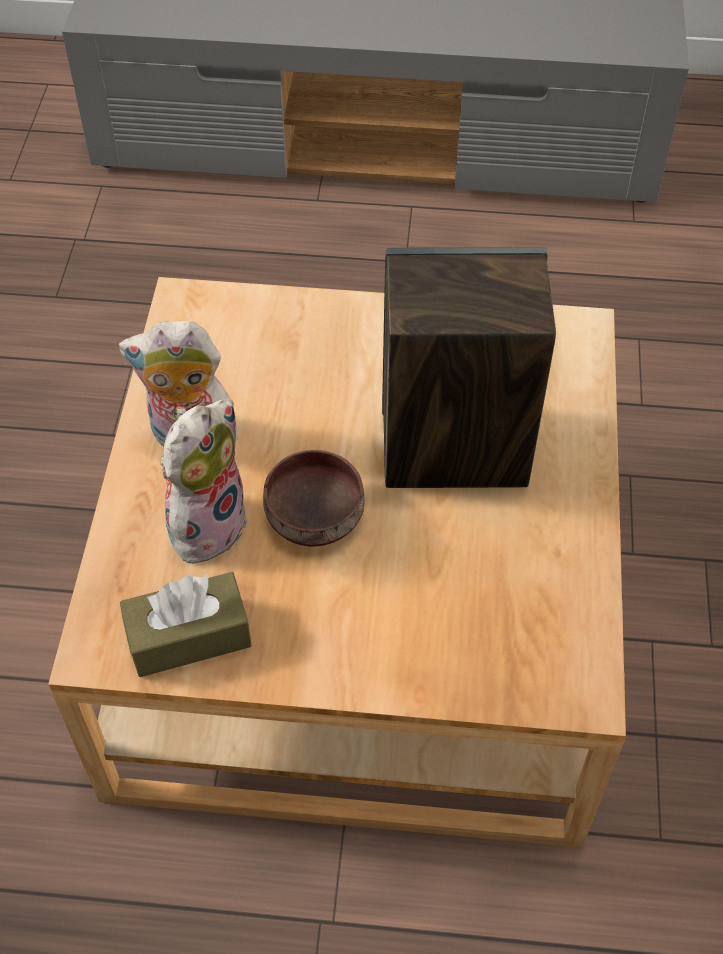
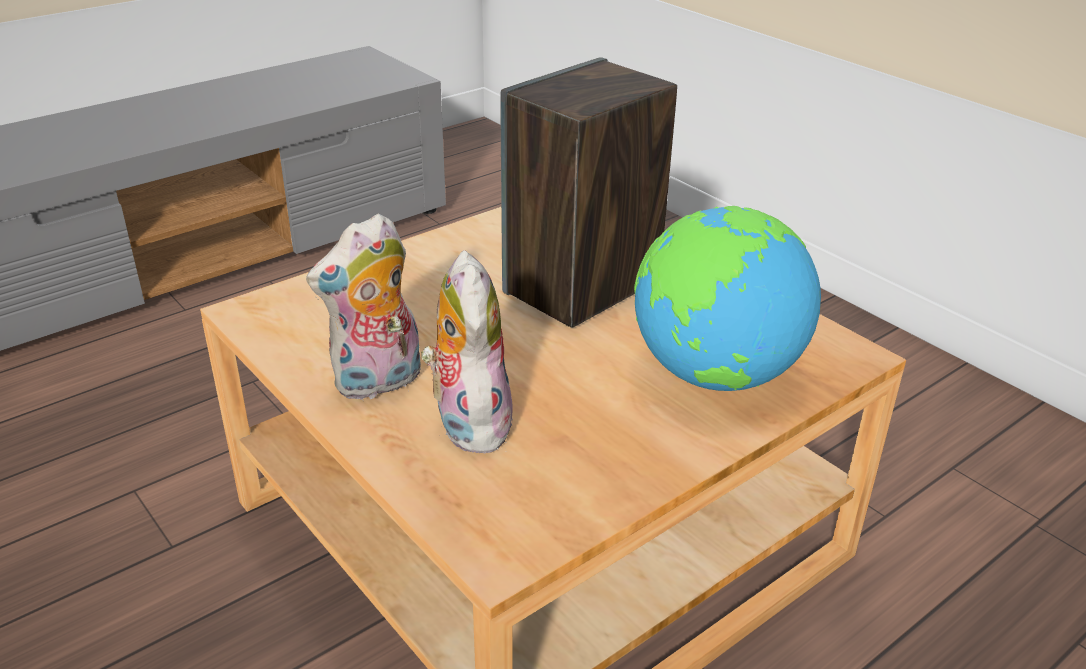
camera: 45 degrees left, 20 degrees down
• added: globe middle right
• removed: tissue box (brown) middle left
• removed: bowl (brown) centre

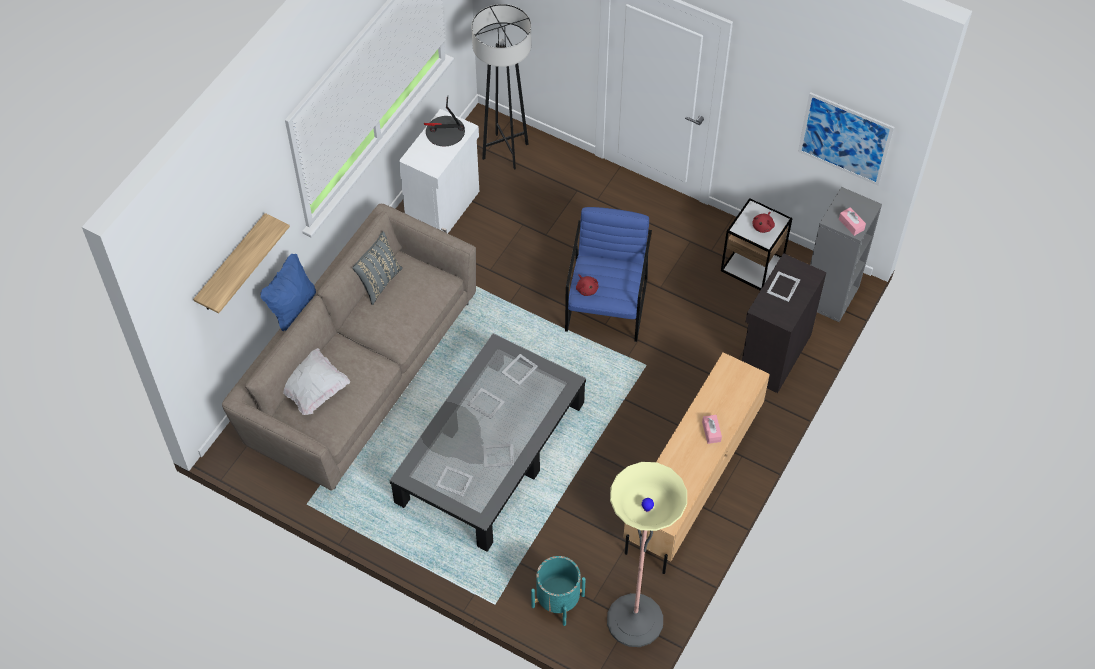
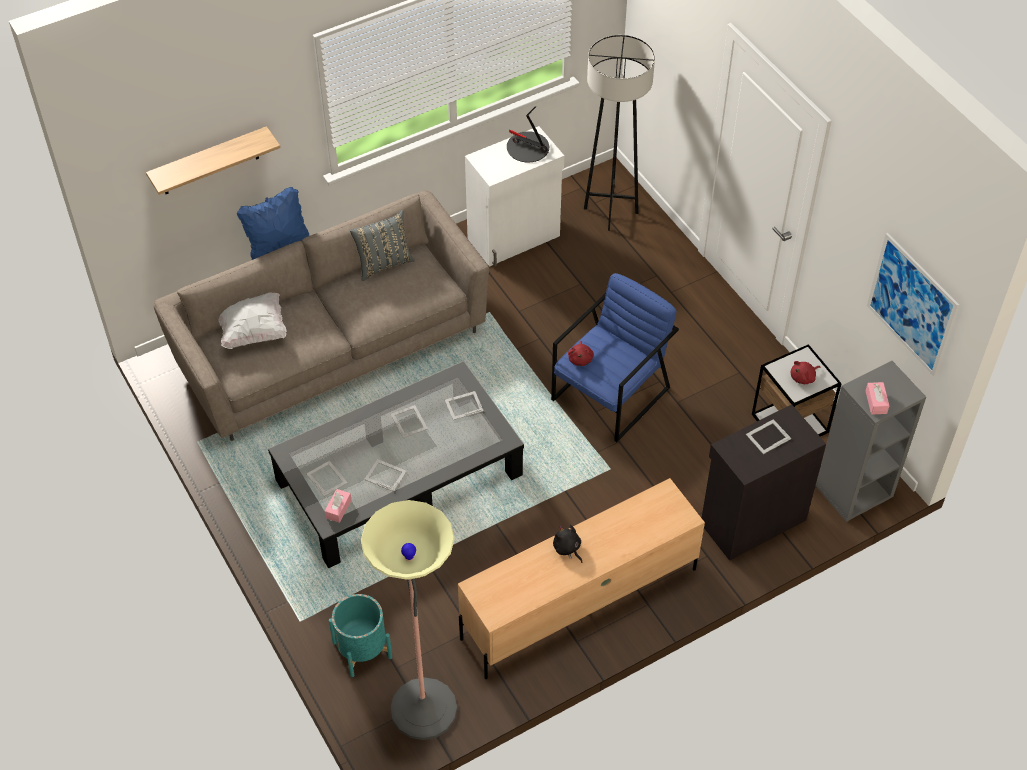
camera: 30 degrees right, 5 degrees down
• moved: tissue box (pink) (1st from left) centre to middle left
• added: plush toy (black) bottom centre

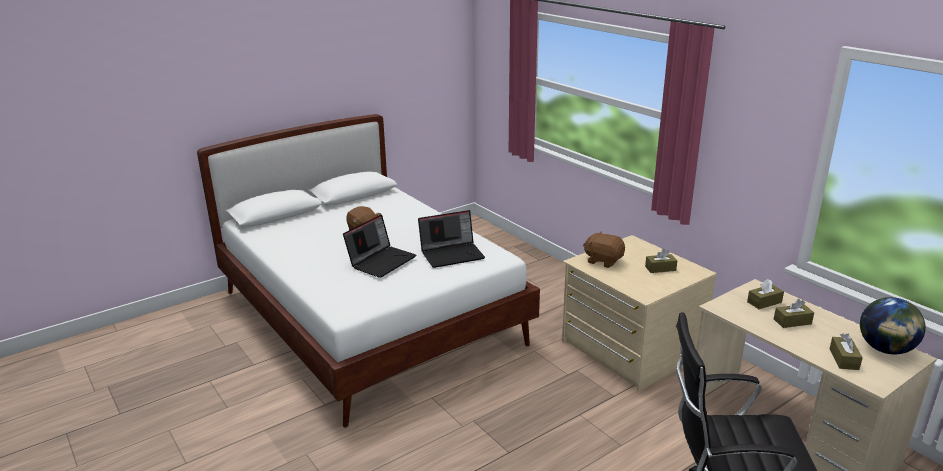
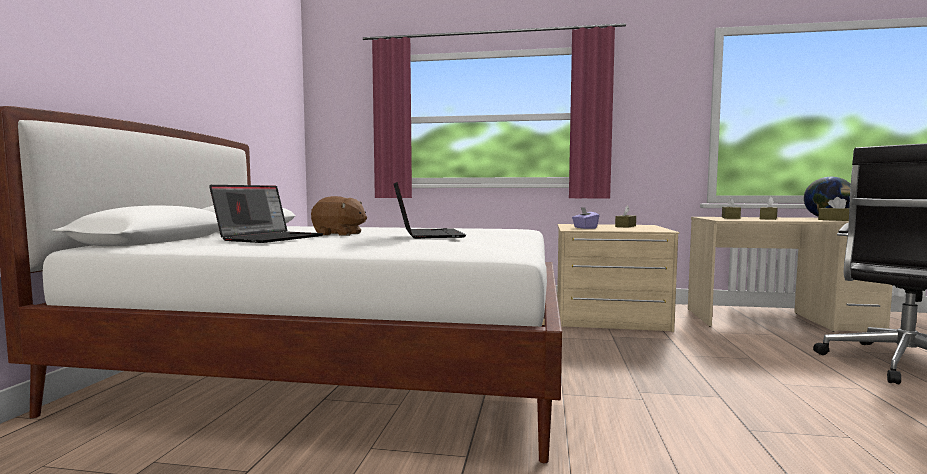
camera: 45 degrees left, 20 degrees down
• moved: laptop (2nd from left in the first image) centre to laptop (1st from left) middle left
• replaced: plush toy (brown) (2nd from left) centre to tissue box (purple) centre

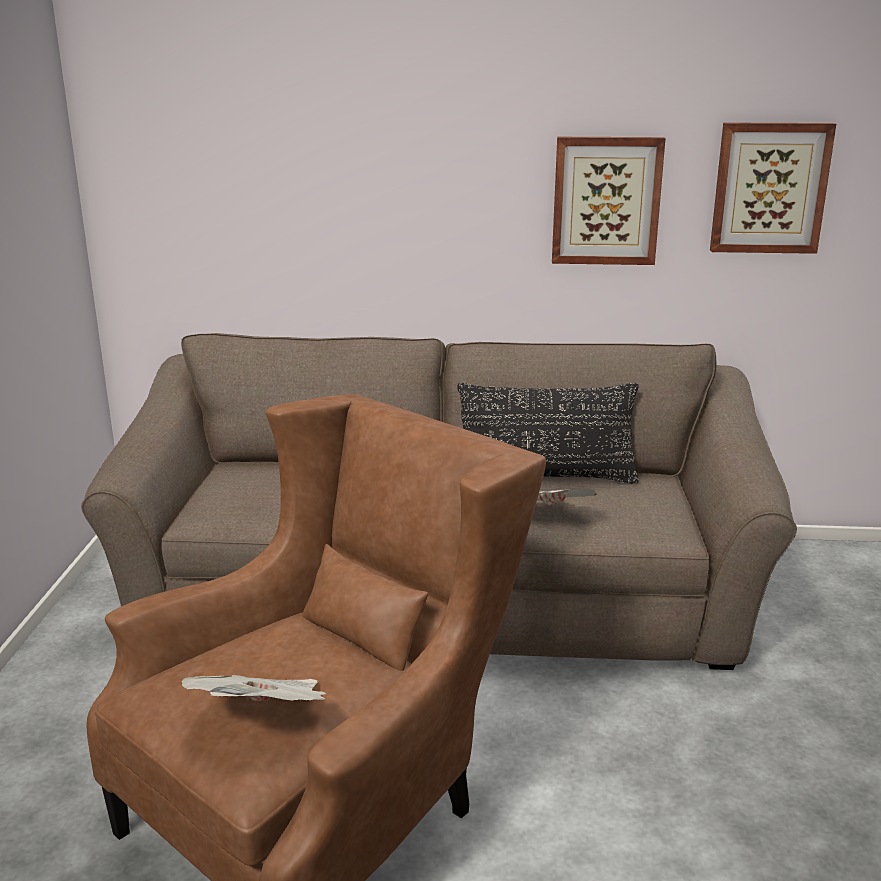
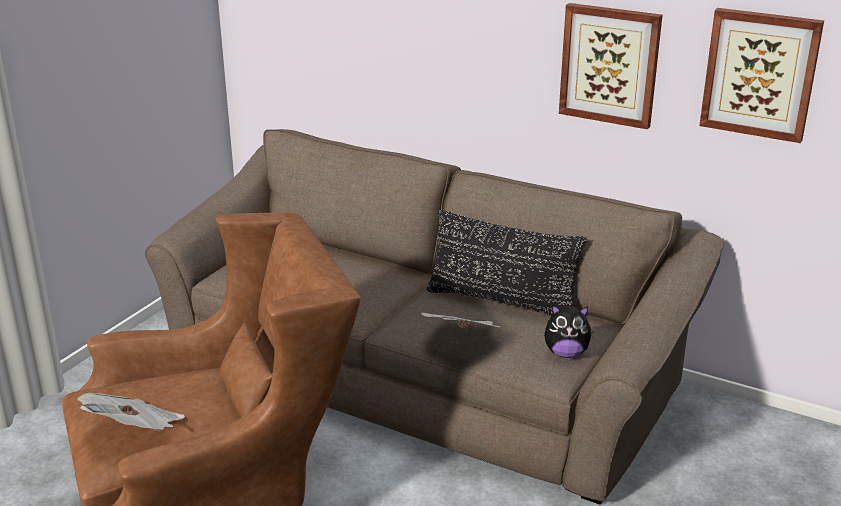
camera: 25 degrees right, 5 degrees up
• added: plush toy middle right

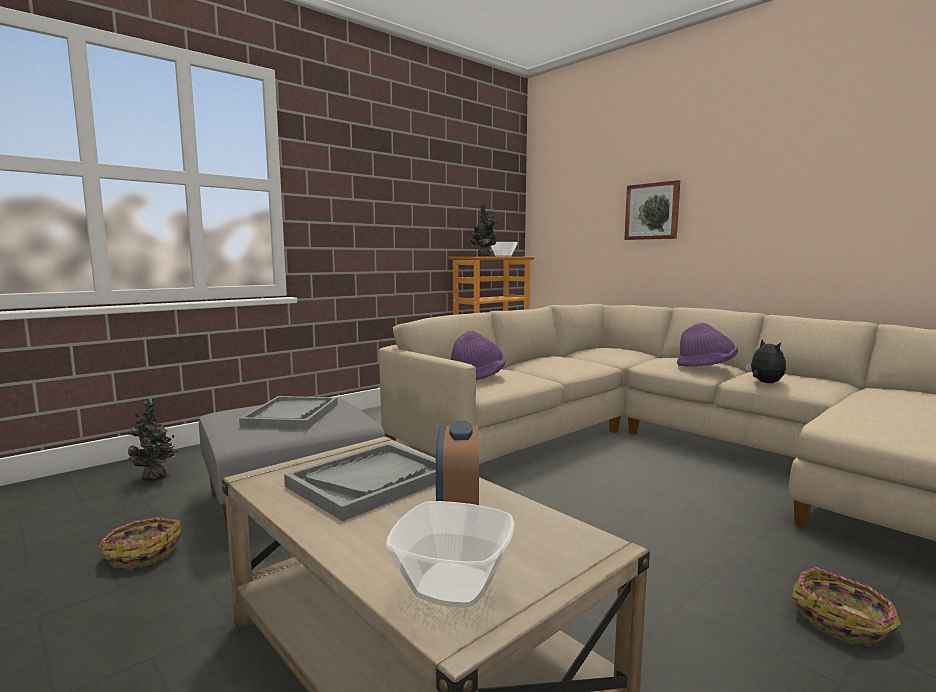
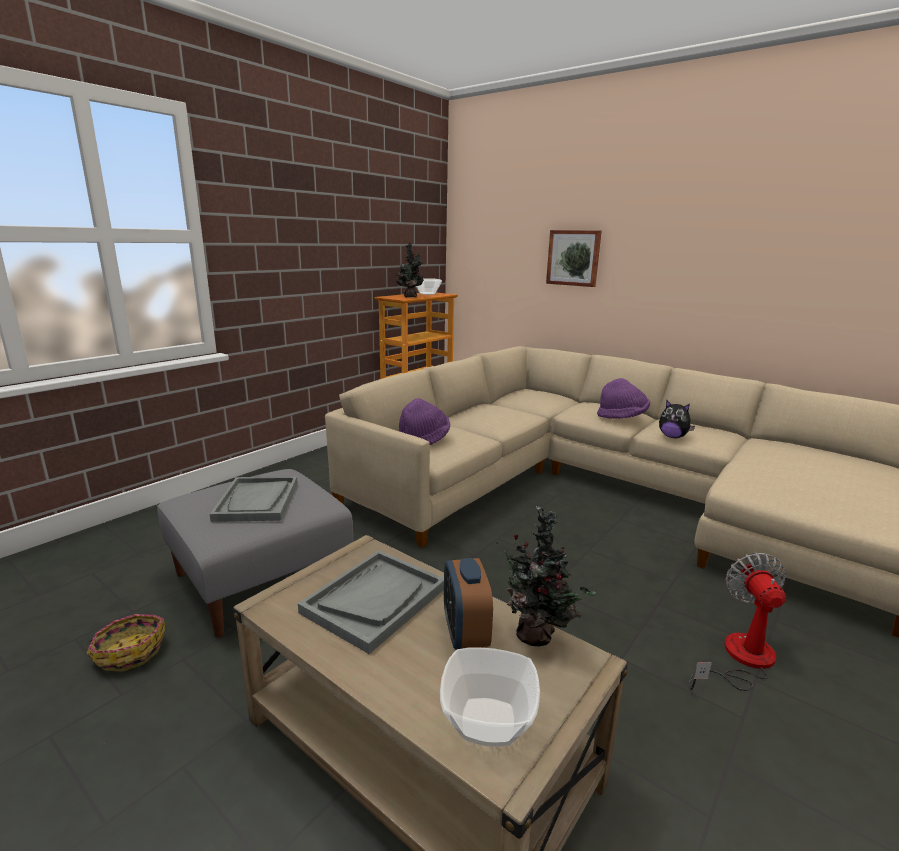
camera: 10 degrees left, 10 degrees up
• moved: potted plant (1st from left in the first image) middle left to potted plant (2nd from left) bottom centre
• turned: plush toy middle right = middle right 150 degrees clockwise
• replaced: basket (2nd from left) bottom right to fan bottom right

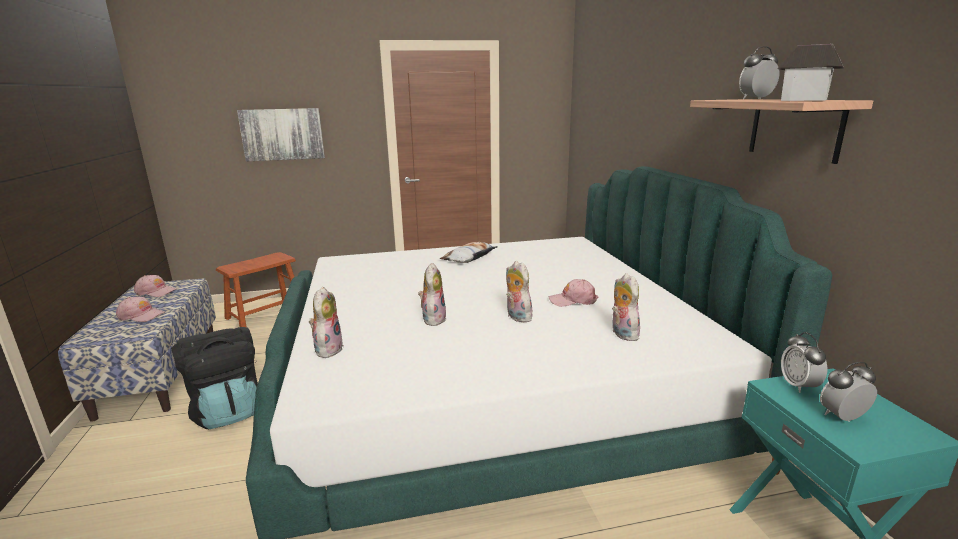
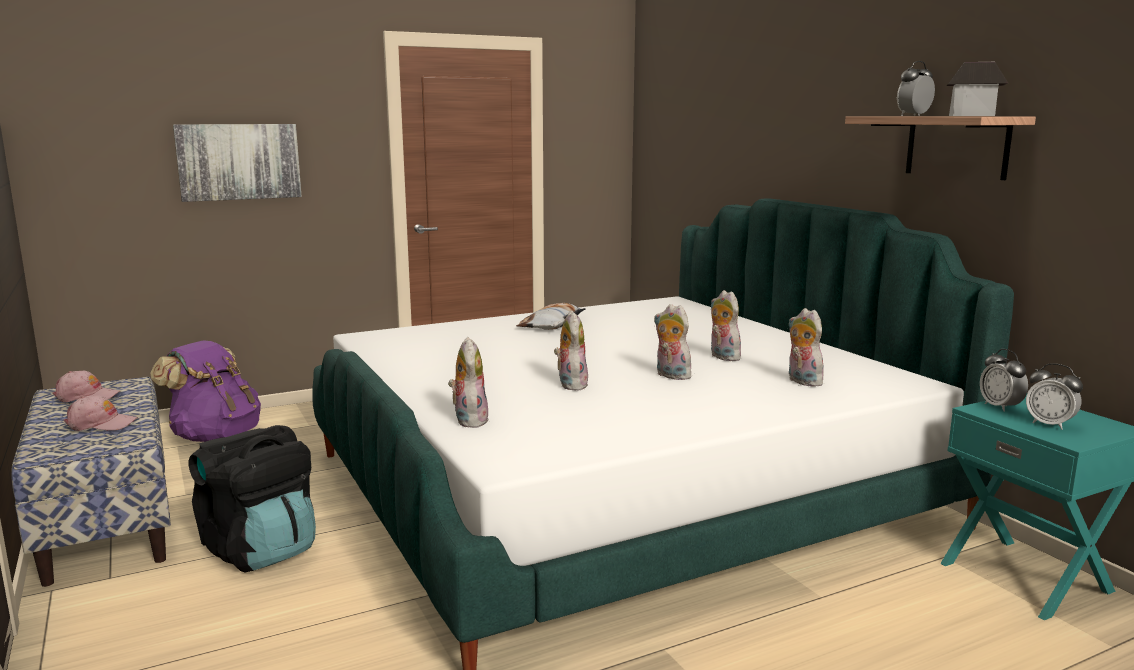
camera: 15 degrees left, 5 degrees down
• replaced: stool (brown) middle left to backpack (purple) middle left
• replaced: cap (pink) (3rd from left) centre to plush toy (4th from left) centre
• turned: alarm clock (3rd from left) bottom right = middle right 105 degrees counterclockwise

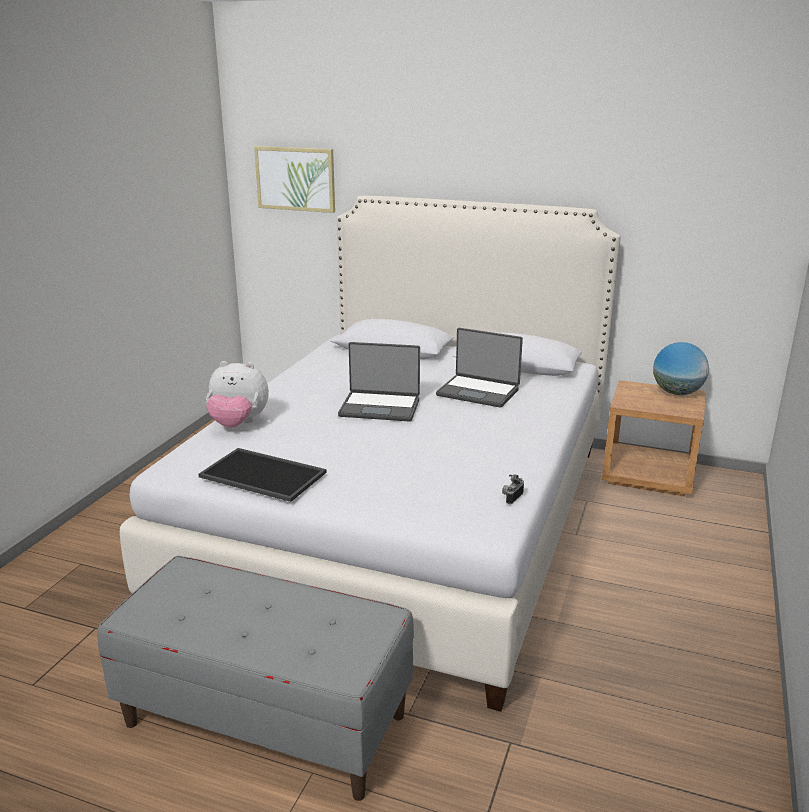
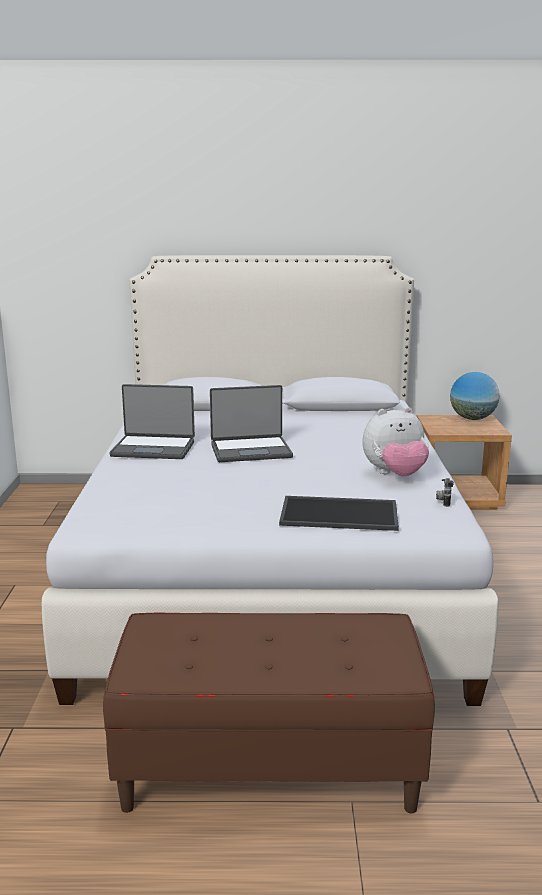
camera: 20 degrees left, 5 degrees down
• recoloured: bench (grey) bottom left to bench (brown) bottom centre
• moved: laptop (2nd from left in the first image) centre to laptop (1st from left) middle left
• moved: tray middle left to centre
• moved: plush toy middle left to middle right
• removed: picture top centre

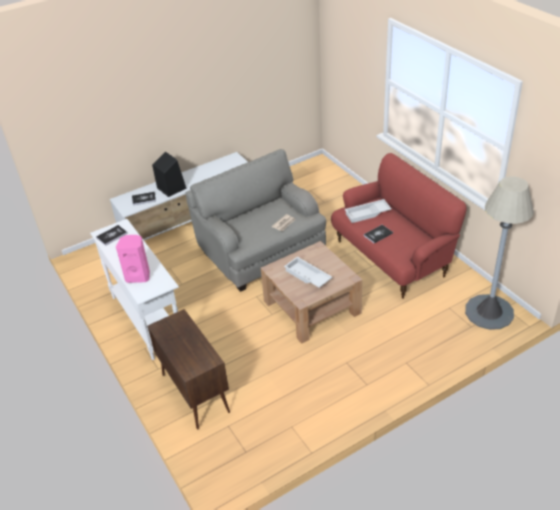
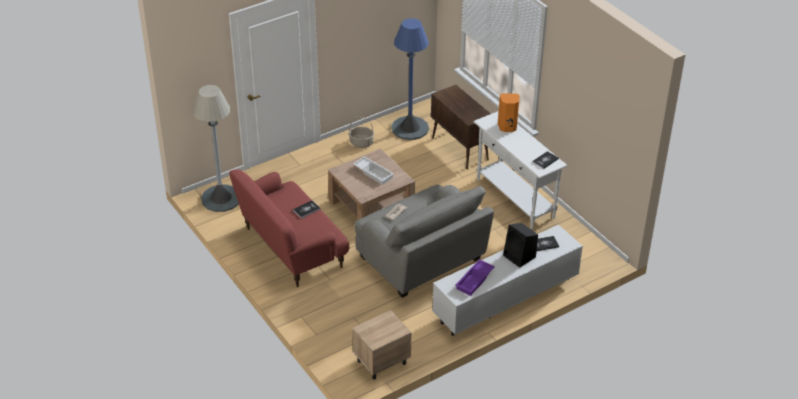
camera: 175 degrees right, 0 degrees up
• added: basket top centre
• added: nightstand (beige) bottom centre
• added: floor lamp (blue) top centre
• added: tray (purple) bottom centre
• recoloured: speaker (pink) middle left to speaker (orange) top centre
• removed: tray (white) (2nd from left) centre

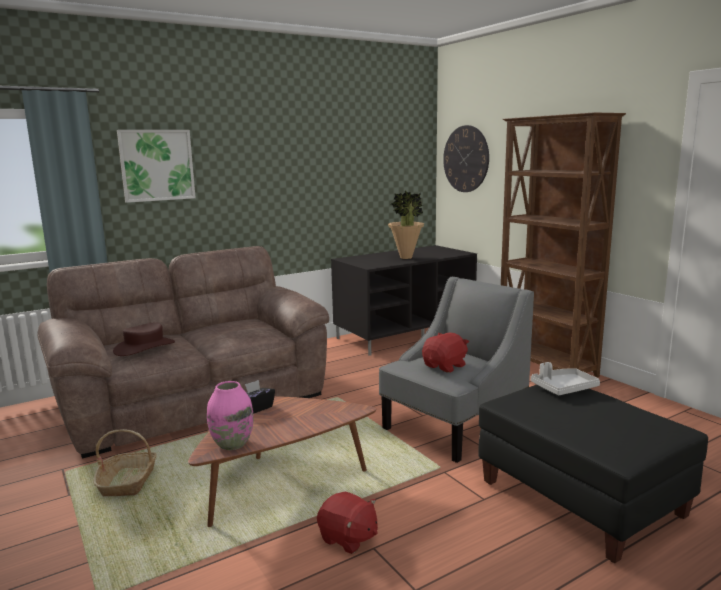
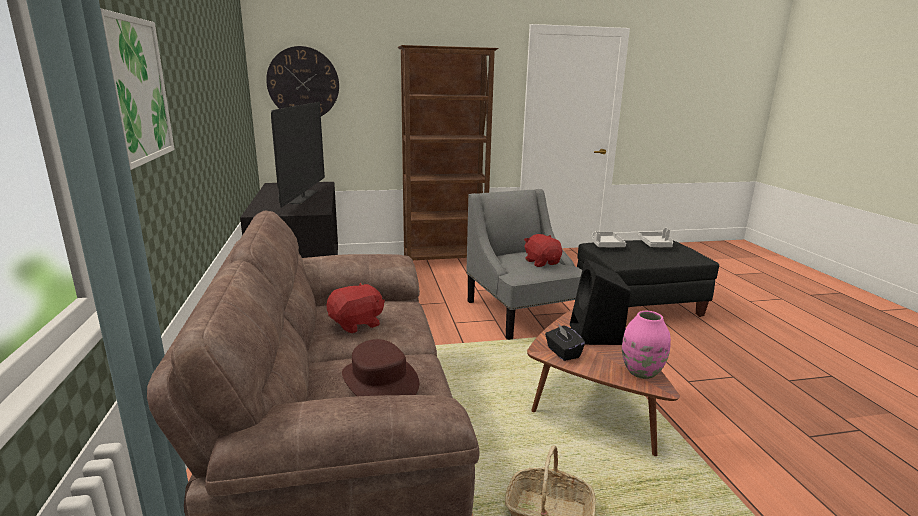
camera: 70 degrees left, 5 degrees up
• replaced: potted plant centre to television top left
• moved: plush toy (red) (1st from left) bottom centre to centre
• added: speaker (black) centre
• added: tray (grey) (2nd from left) middle right

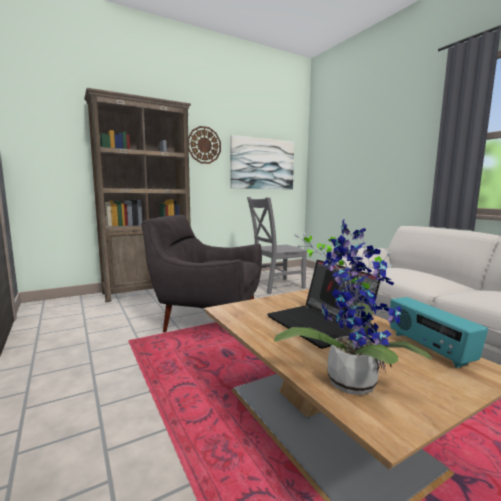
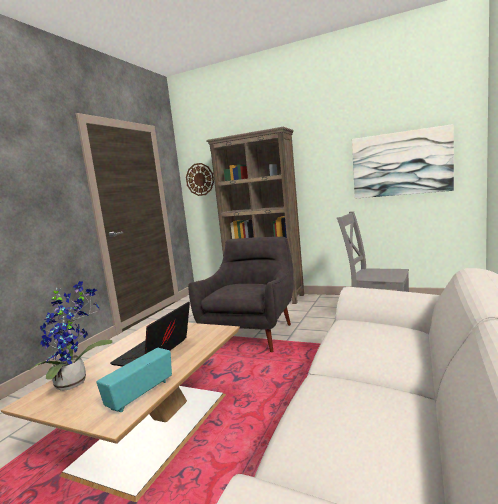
camera: 55 degrees right, 0 degrees up
• moved: wall clock top centre to centre
• turned: armchair (grey) centre = centre 45 degrees clockwise

